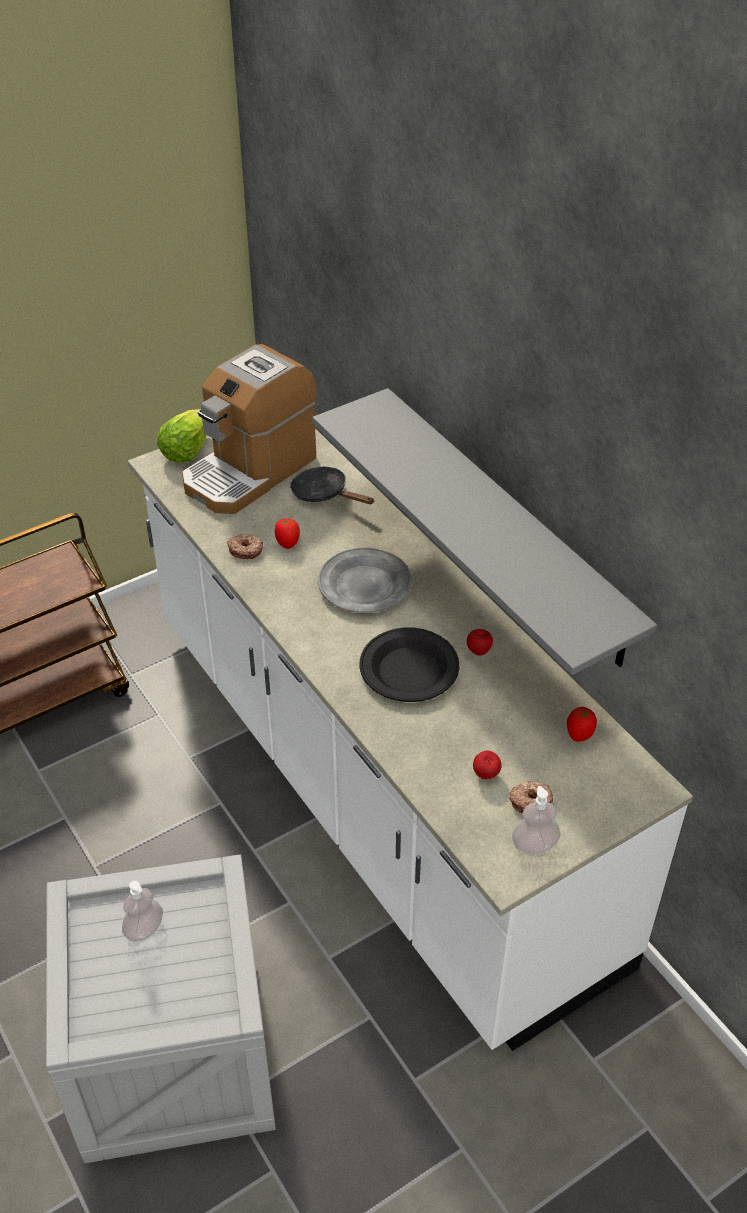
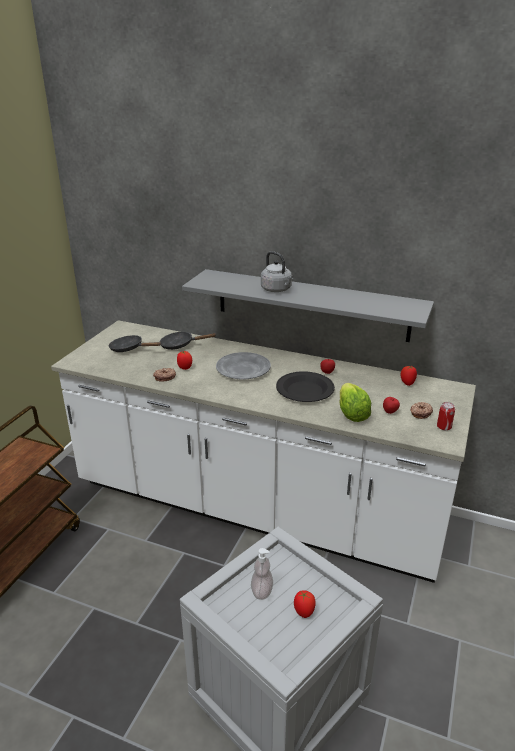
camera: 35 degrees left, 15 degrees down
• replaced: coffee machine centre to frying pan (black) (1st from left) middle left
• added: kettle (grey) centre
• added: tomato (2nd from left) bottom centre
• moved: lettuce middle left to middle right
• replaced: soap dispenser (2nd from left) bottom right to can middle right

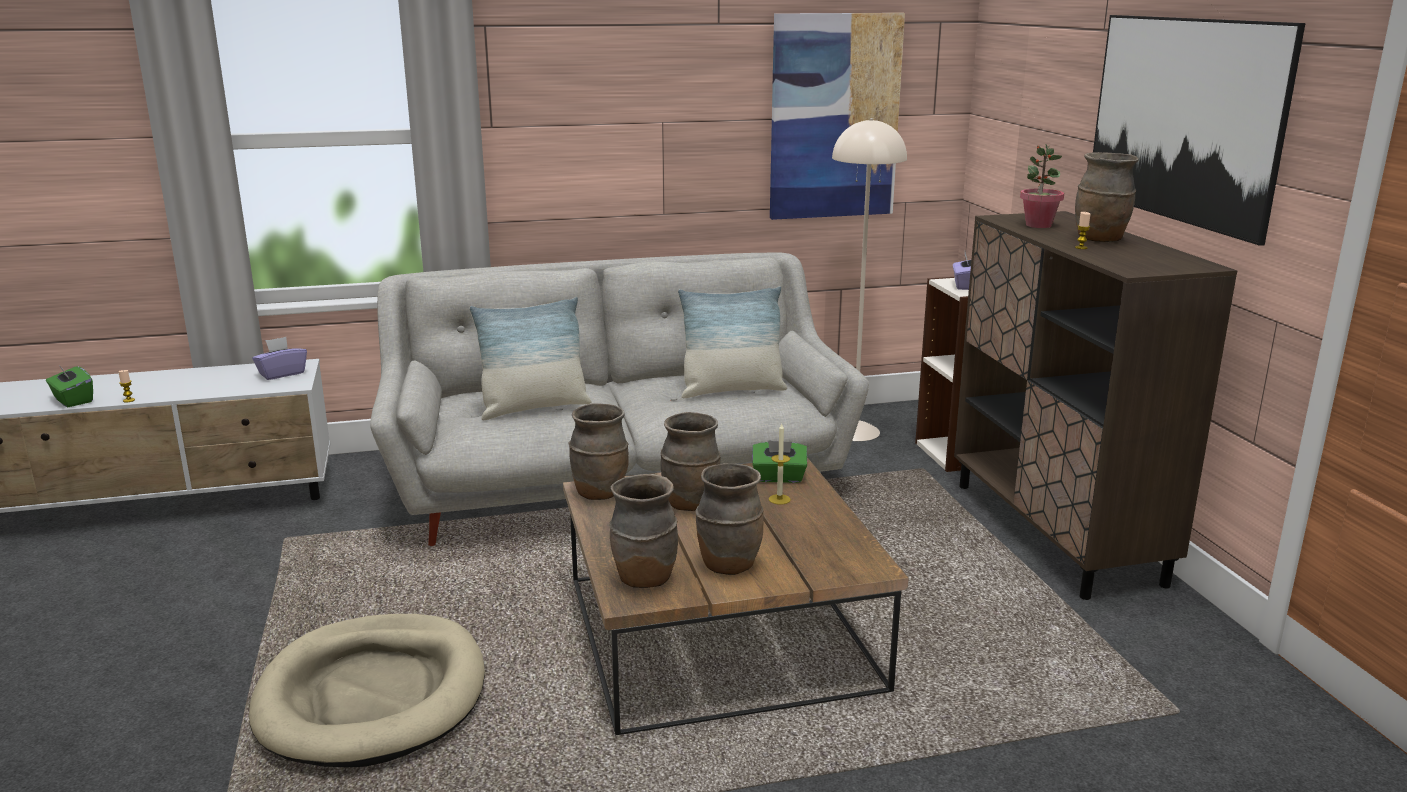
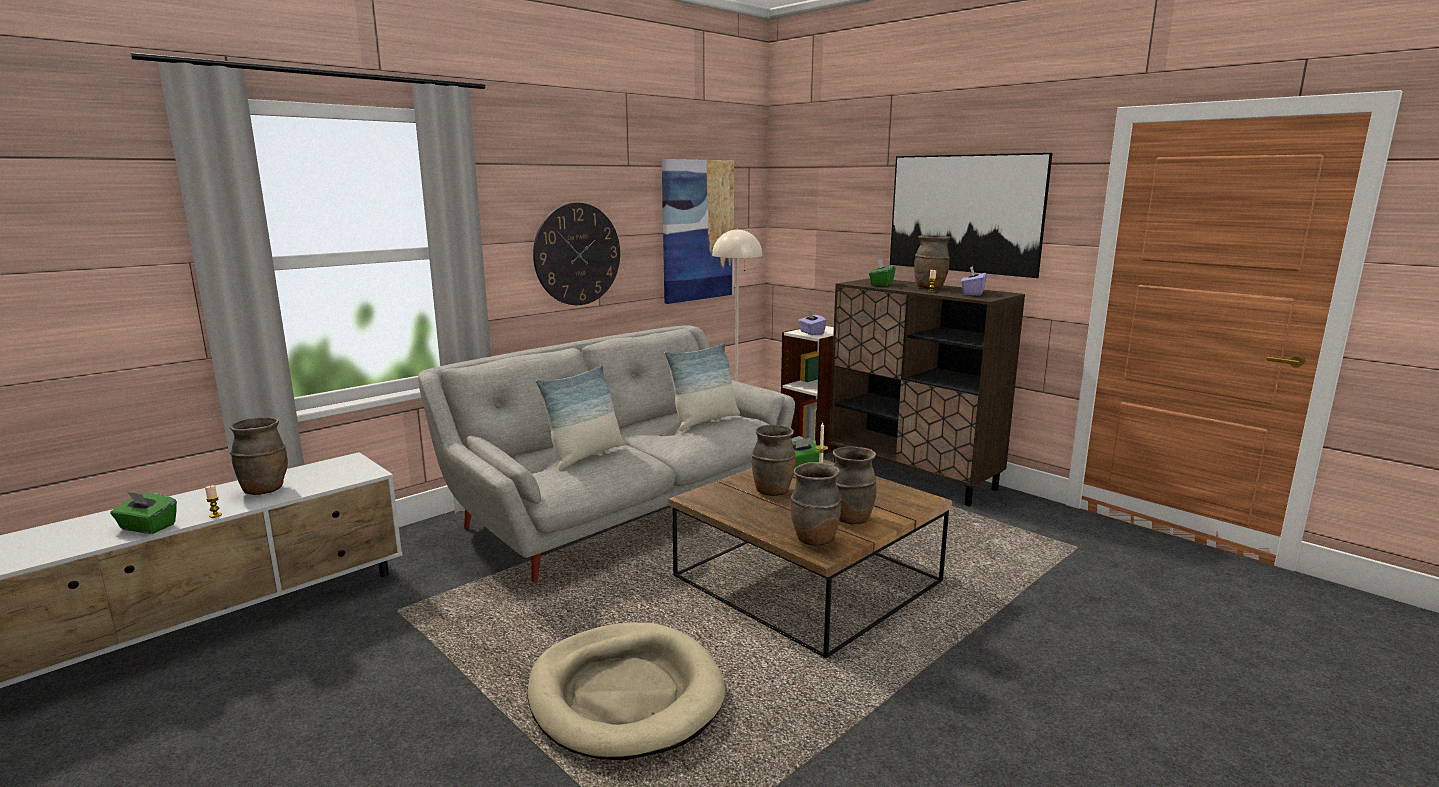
camera: 30 degrees left, 5 degrees down
• moved: vase (brown) (1st from left) centre to middle left
• added: wall clock top centre
• replaced: potted plant top right to tissue box (green) (3rd from left) centre
• moved: tissue box (purple) (1st from left in the first image) middle left to tissue box (purple) (2nd from left) middle right

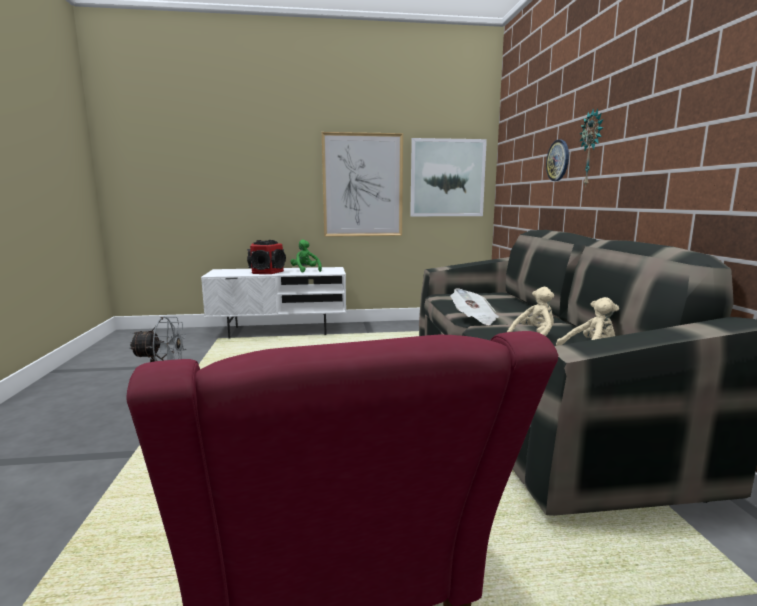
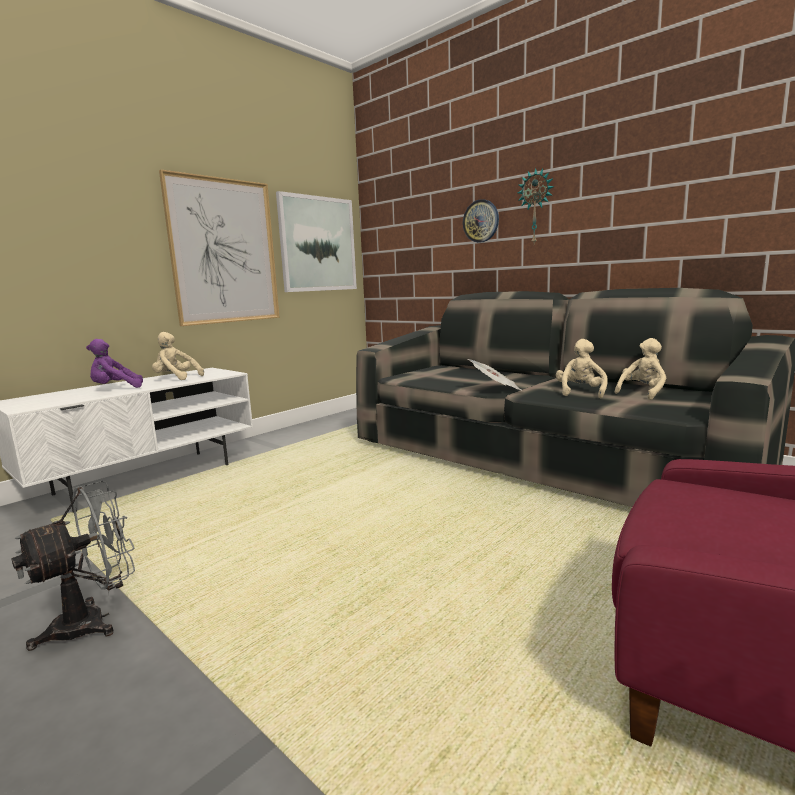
camera: 40 degrees left, 0 degrees up
• replaced: speaker centre to plush toy (purple) middle left
• recoloured: plush toy (green) centre to plush toy (beige) (1st from left) middle left

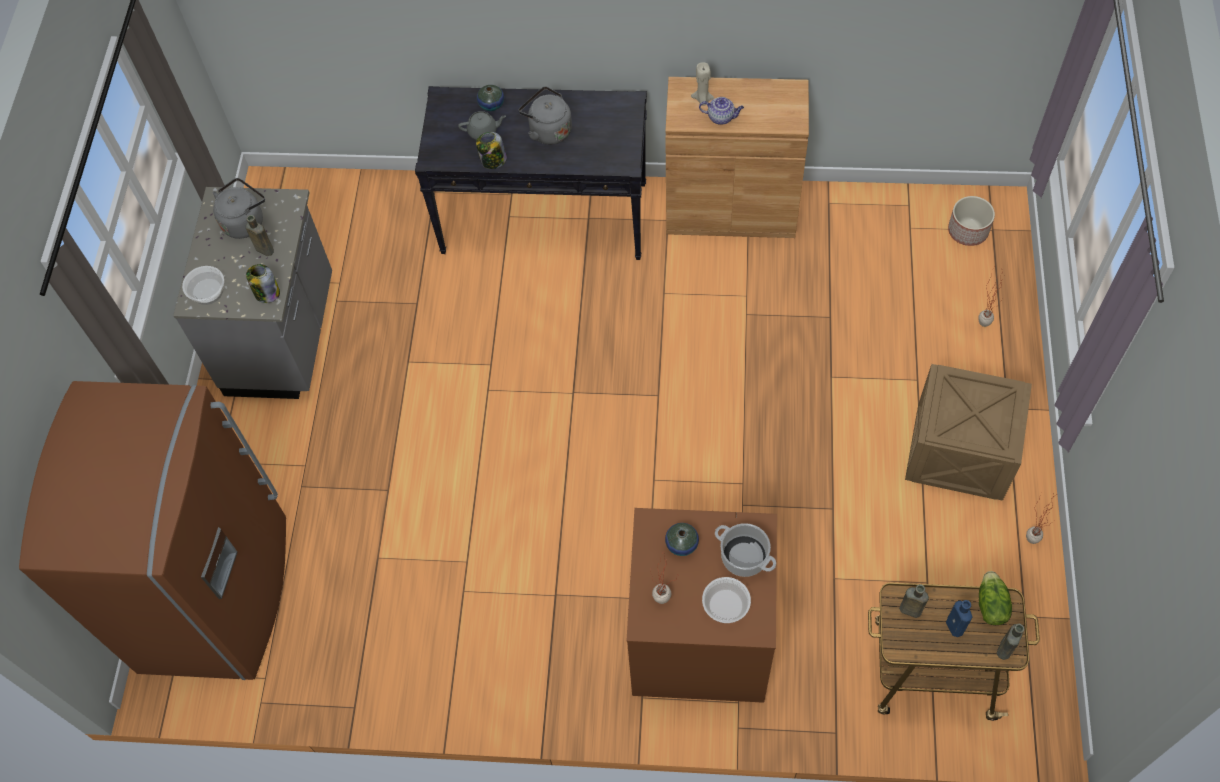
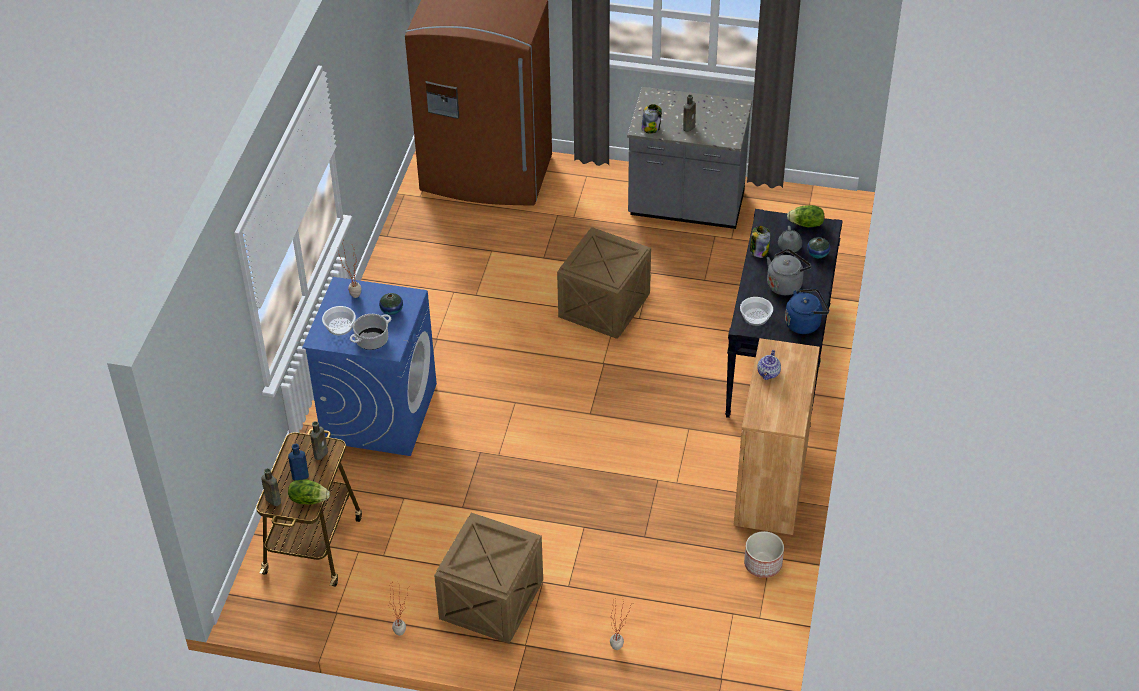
camera: 95 degrees right, 15 degrees down
• recoloured: washing machine (brown) bottom centre to washing machine (blue) middle left
• added: crate (2nd from left) centre
• moved: bowl (1st from left in the first image) middle left to bowl (2nd from left) centre
• moved: planter top right to bottom right
• added: kettle (blue) middle right
• added: lettuce (2nd from left) top right
• removed: kettle (grey) (1st from left) top left
• removed: candle (beige) top centre

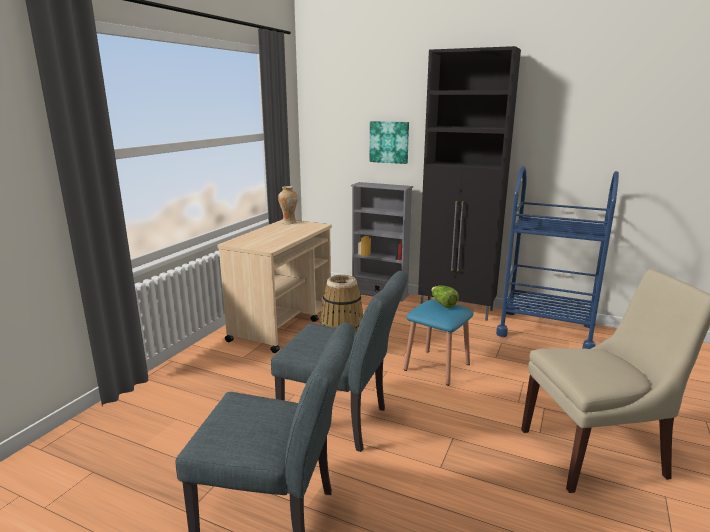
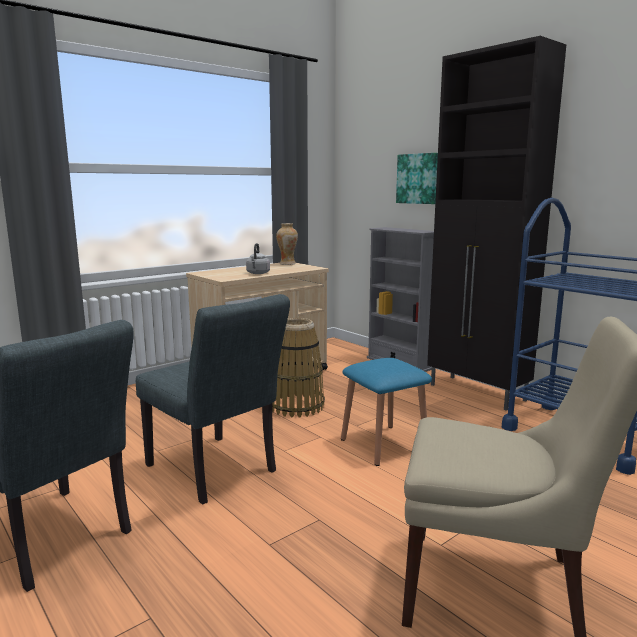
camera: 25 degrees right, 5 degrees down
• added: kettle (grey) centre
• removed: lettuce centre

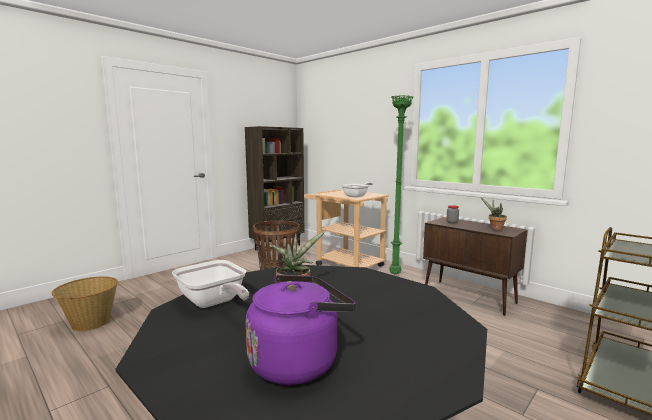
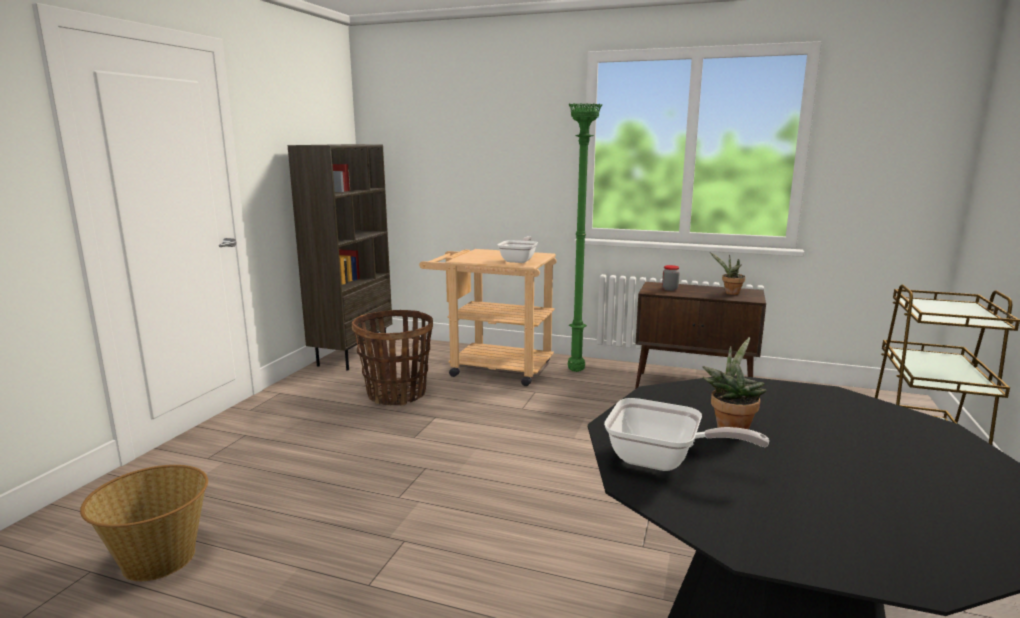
camera: 25 degrees left, 5 degrees up
• removed: kettle (purple) bottom centre

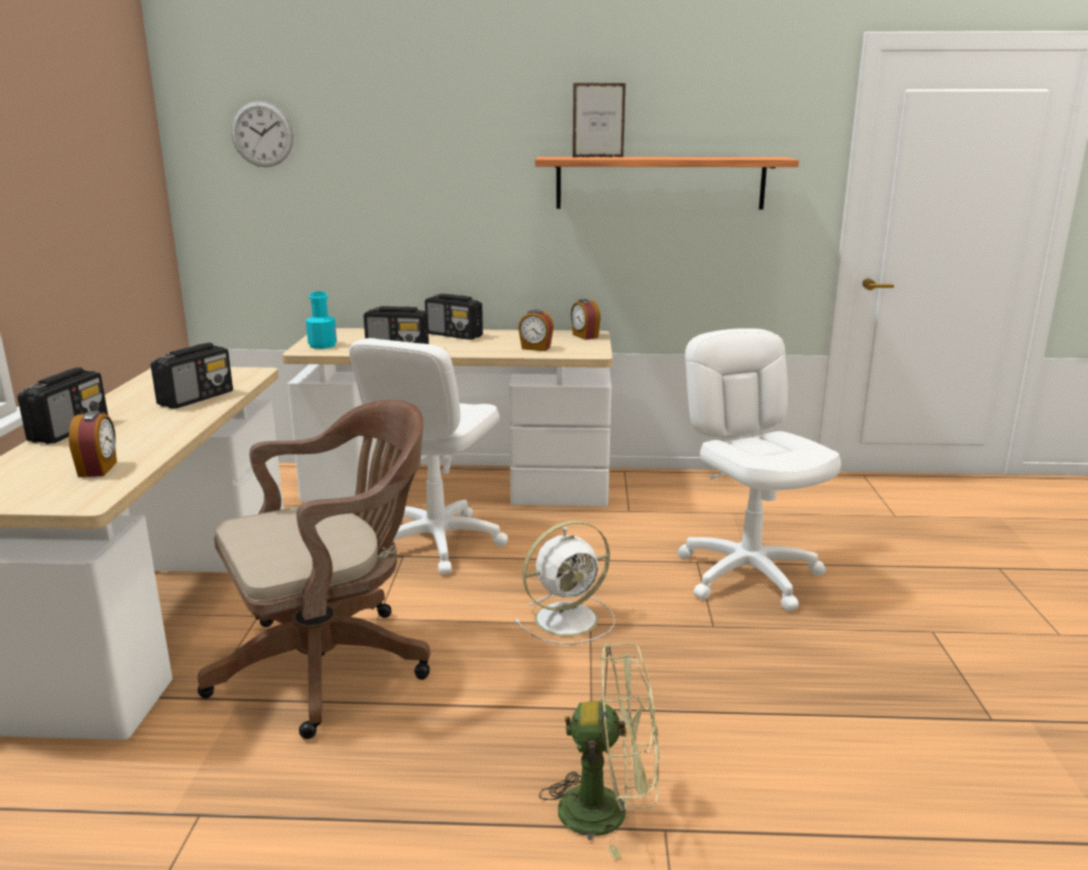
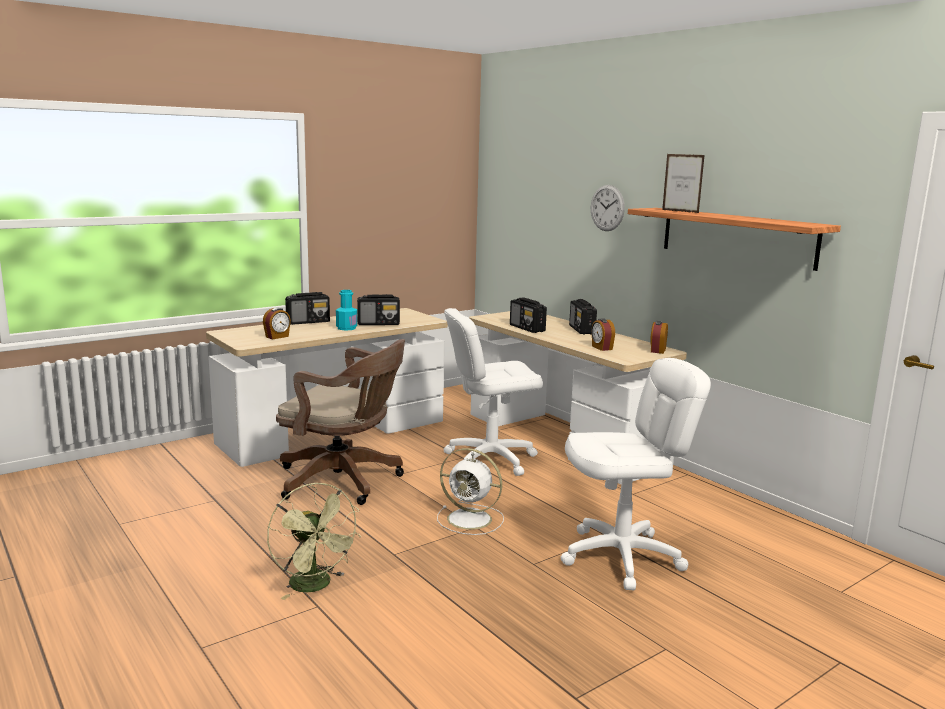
camera: 50 degrees right, 5 degrees down
• moved: bottle (turquoise) middle left to centre
• turned: office chair (white) (2nd from left) middle right = bottom right 45 degrees clockwise
• moved: wall clock top left to top centre

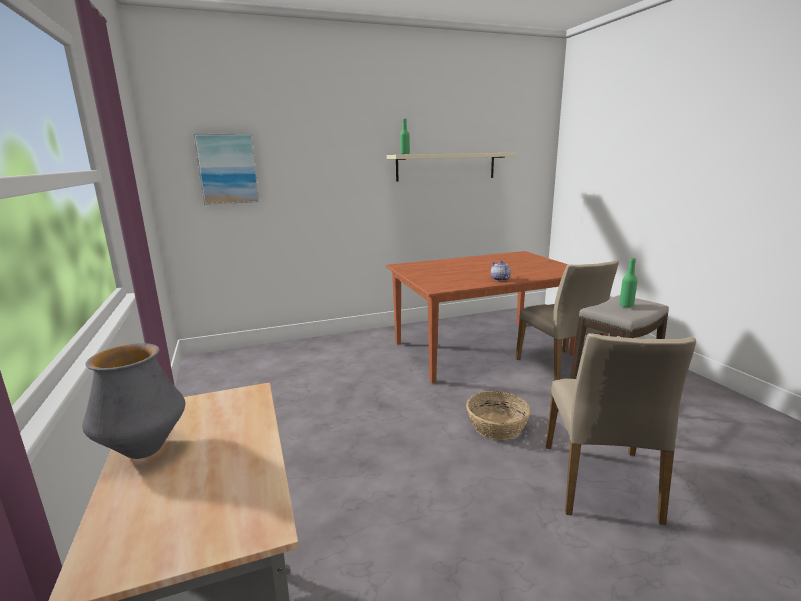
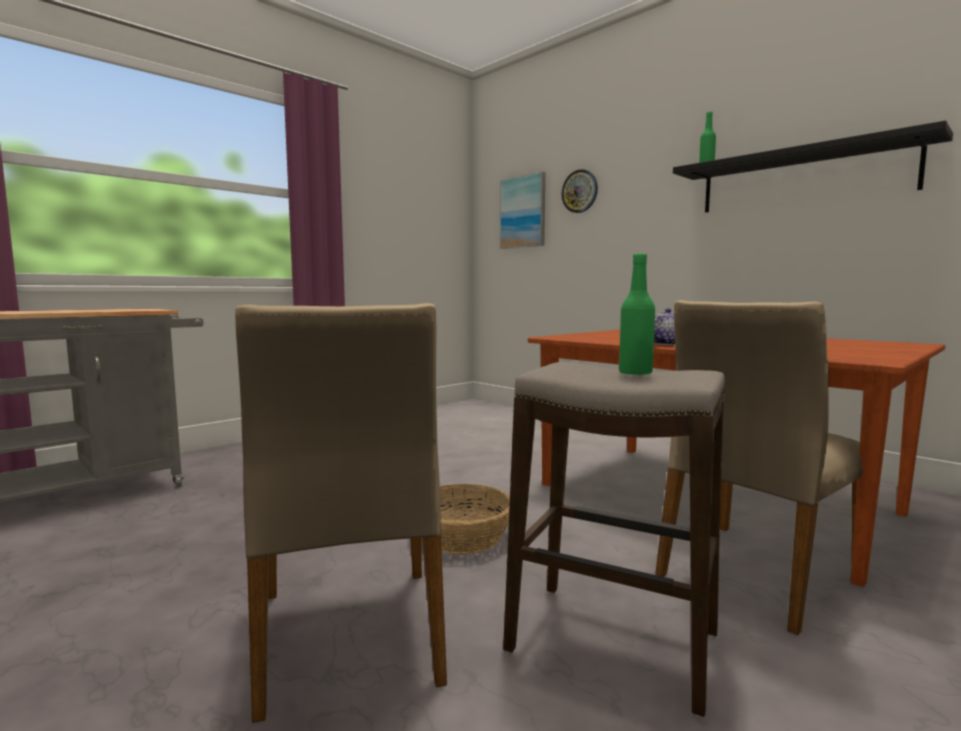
camera: 65 degrees right, 10 degrees down
• turned: chair (beige) (2nd from left in the first image) bottom right = bottom centre 90 degrees counterclockwise
• added: wall clock top centre
• recoloured: shelf (beige) top centre to shelf (black) top right
• removed: vase bottom left

